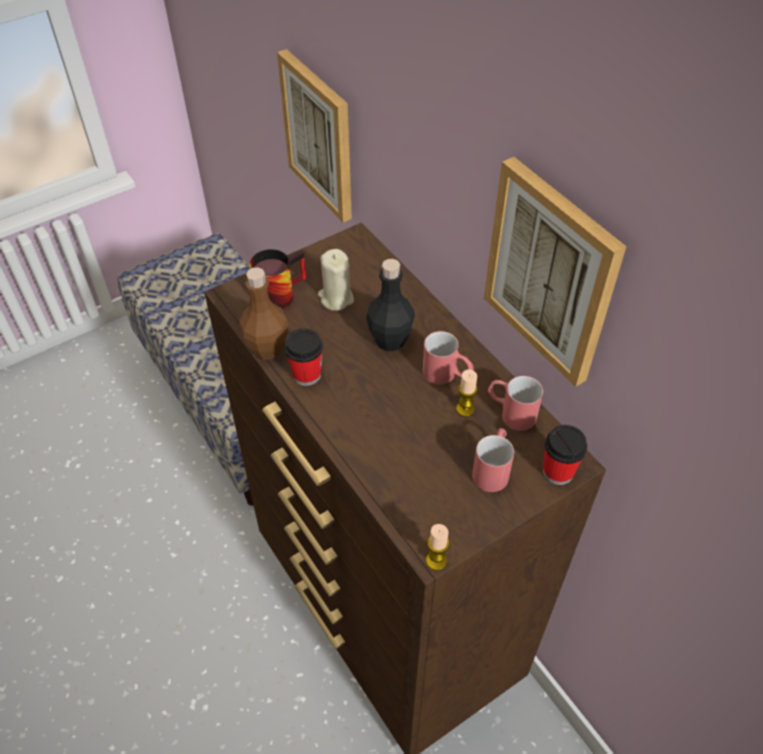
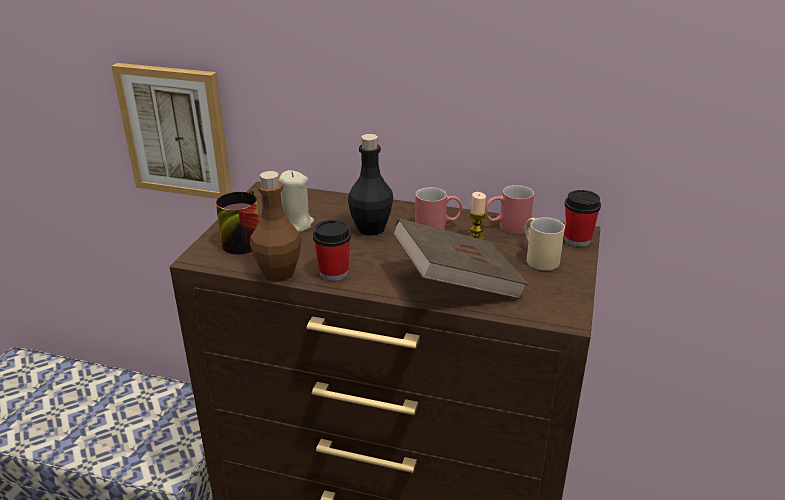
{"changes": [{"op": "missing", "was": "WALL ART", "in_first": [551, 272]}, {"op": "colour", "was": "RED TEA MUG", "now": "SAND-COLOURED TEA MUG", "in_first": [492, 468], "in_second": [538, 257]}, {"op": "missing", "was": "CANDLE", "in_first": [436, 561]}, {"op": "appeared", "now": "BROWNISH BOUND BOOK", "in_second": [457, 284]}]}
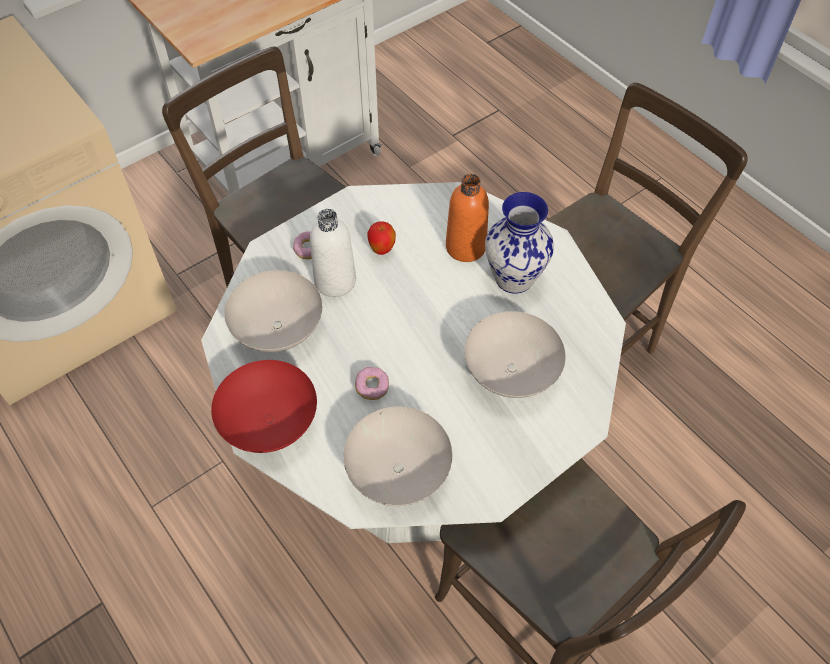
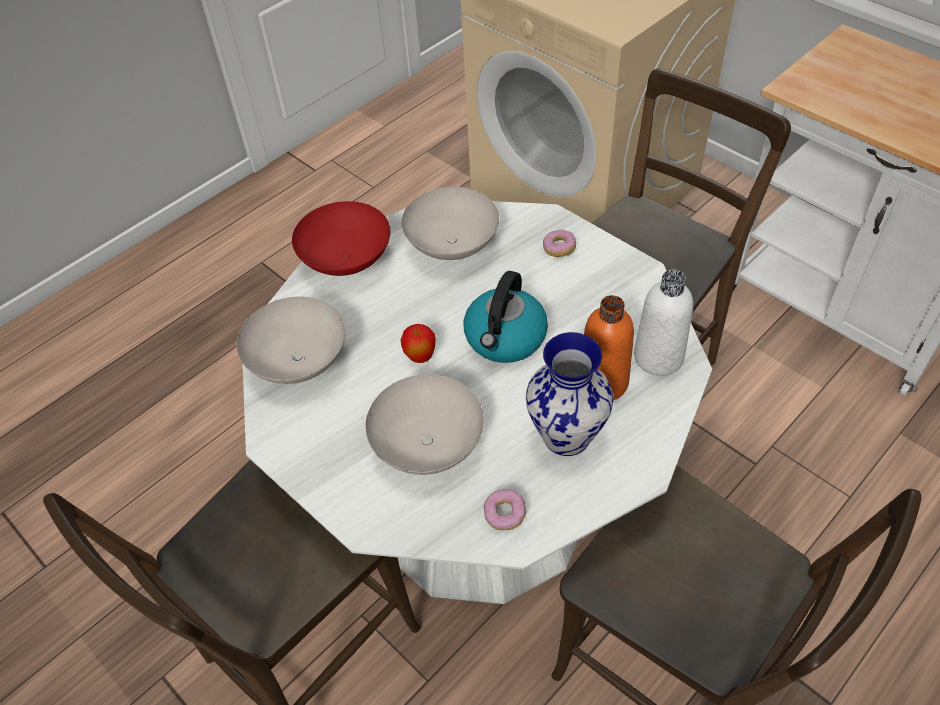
{"changes": [{"op": "relocated", "was": "WHITE BOTTLE", "in_first": [335, 281], "in_second": [658, 357]}, {"op": "relocated", "was": "APPLE FRUIT", "in_first": [382, 250], "in_second": [420, 357]}, {"op": "relocated", "was": "DONUT", "in_first": [372, 387], "in_second": [505, 514]}, {"op": "appeared", "now": "WATER KETTLE", "in_second": [505, 338]}]}
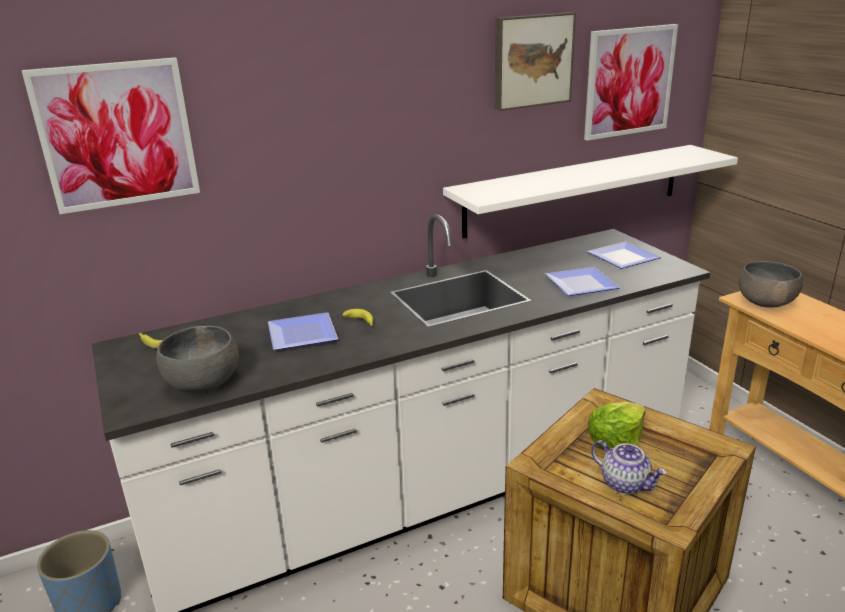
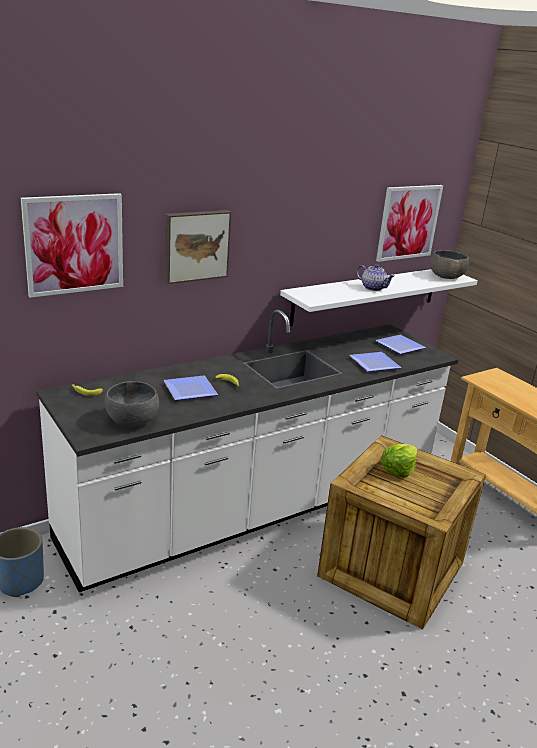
{"changes": [{"op": "relocated", "was": "WALL ART", "in_first": [531, 60], "in_second": [196, 245]}, {"op": "relocated", "was": "GRAY BOWL", "in_first": [765, 302], "in_second": [446, 276]}, {"op": "relocated", "was": "TEA POT", "in_first": [625, 483], "in_second": [373, 288]}]}
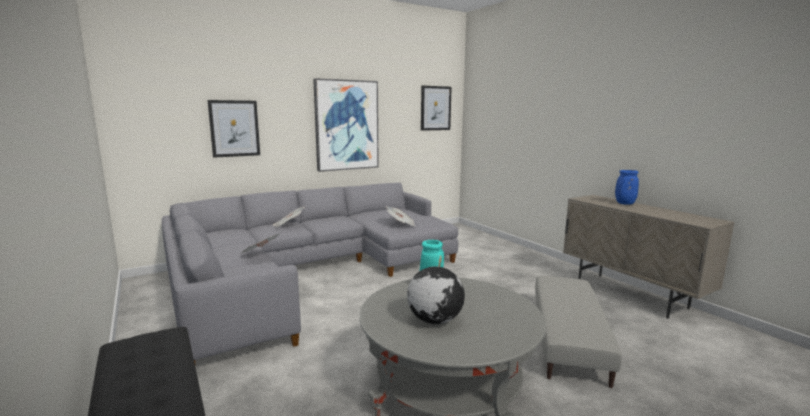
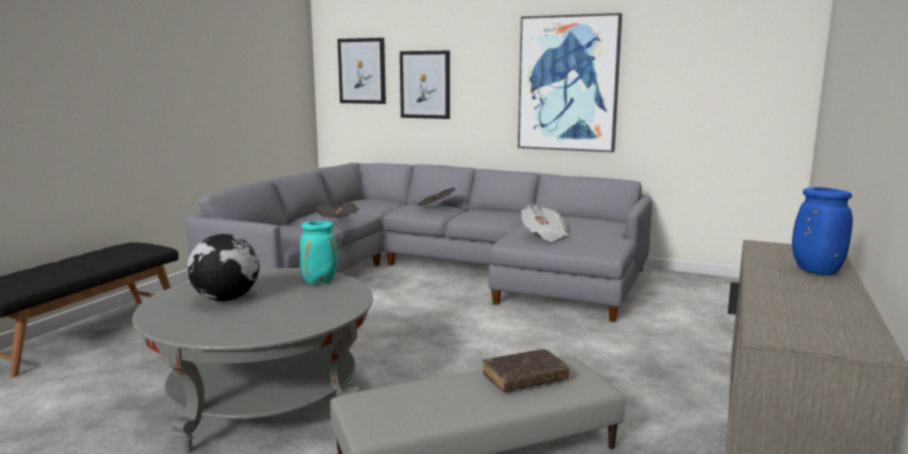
{"changes": [{"op": "relocated", "was": "WALL ART", "in_first": [435, 108], "in_second": [362, 71]}, {"op": "appeared", "now": "BROWNISH BOUND BOOK", "in_second": [524, 378]}]}
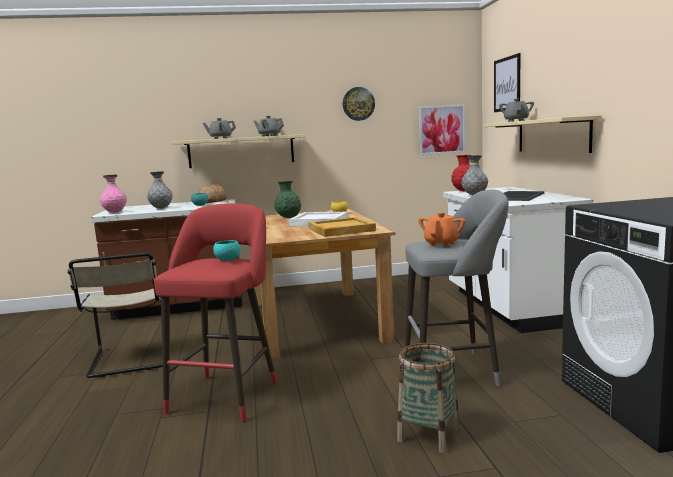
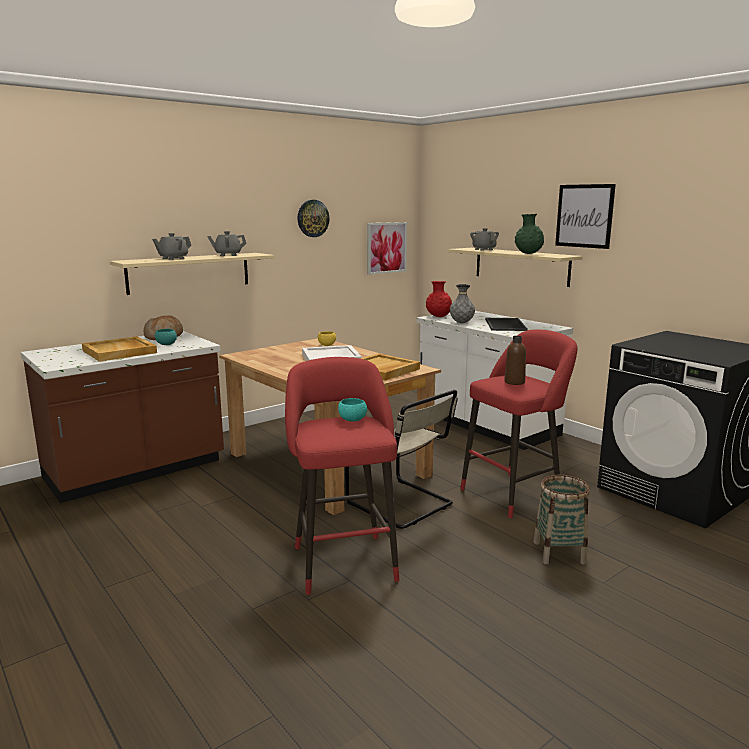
{"changes": [{"op": "relocated", "was": "WALL ART", "in_first": [507, 84], "in_second": [584, 216]}, {"op": "exchanged", "was": "GRAY VASE", "now": "SAND-COLOURED CARRYING TRAY", "in_first": [161, 208], "in_second": [120, 352]}, {"op": "missing", "was": "PINK VASE", "in_first": [115, 212]}, {"op": "relocated", "was": "GREEN VASE", "in_first": [288, 217], "in_second": [528, 254]}, {"op": "colour", "was": "GRAY STOOL", "now": "RED STOOL", "in_first": [456, 370], "in_second": [514, 493]}, {"op": "exchanged", "was": "ORANGE-COLOURED TEA POT", "now": "BROWNISH BOTTLE", "in_first": [442, 244], "in_second": [514, 382]}, {"op": "relocated", "was": "SAND-COLOURED UPRIGHT CHAIR", "in_first": [130, 360], "in_second": [403, 505]}]}
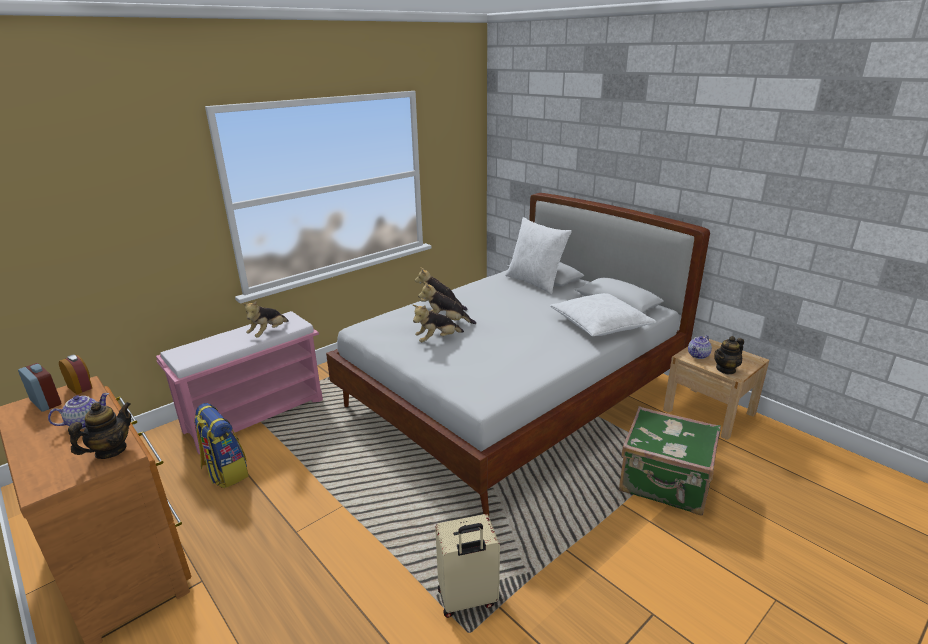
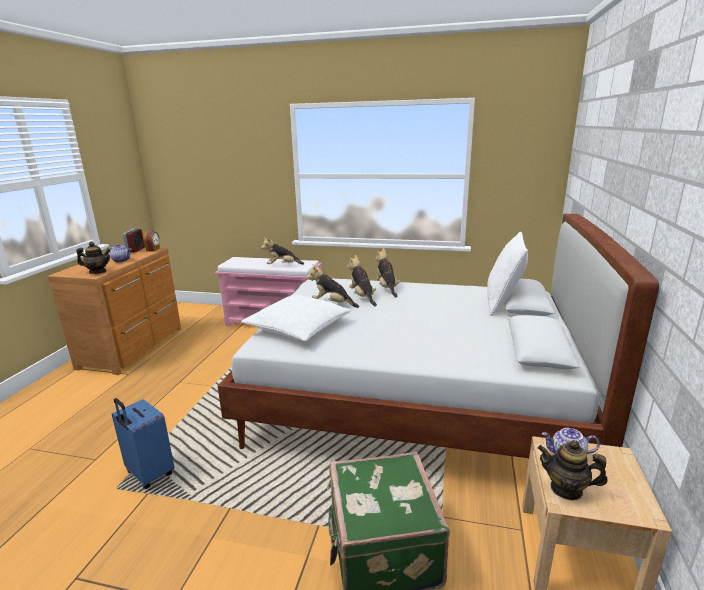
{"changes": [{"op": "relocated", "was": "WHITE THROW PILLOW", "in_first": [600, 324], "in_second": [298, 327]}, {"op": "missing", "was": "BACKPACK", "in_first": [225, 472]}, {"op": "colour", "was": "SAND-COLOURED SUITCASE", "now": "BLUE SUITCASE", "in_first": [467, 599], "in_second": [149, 474]}]}
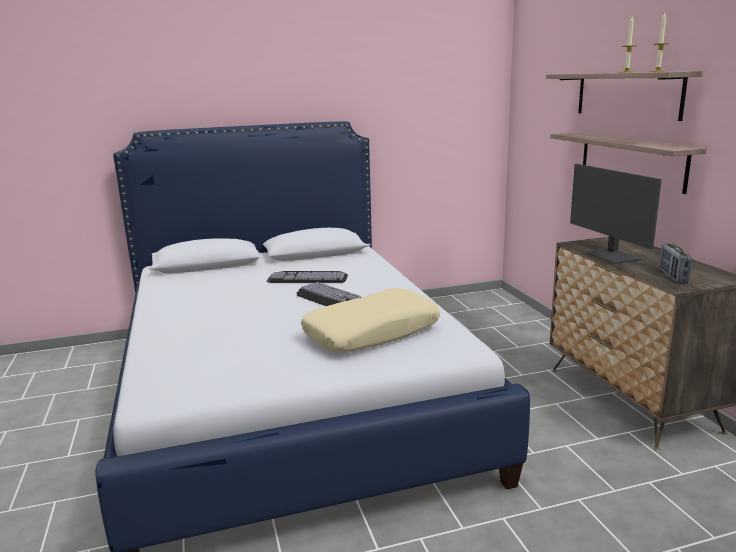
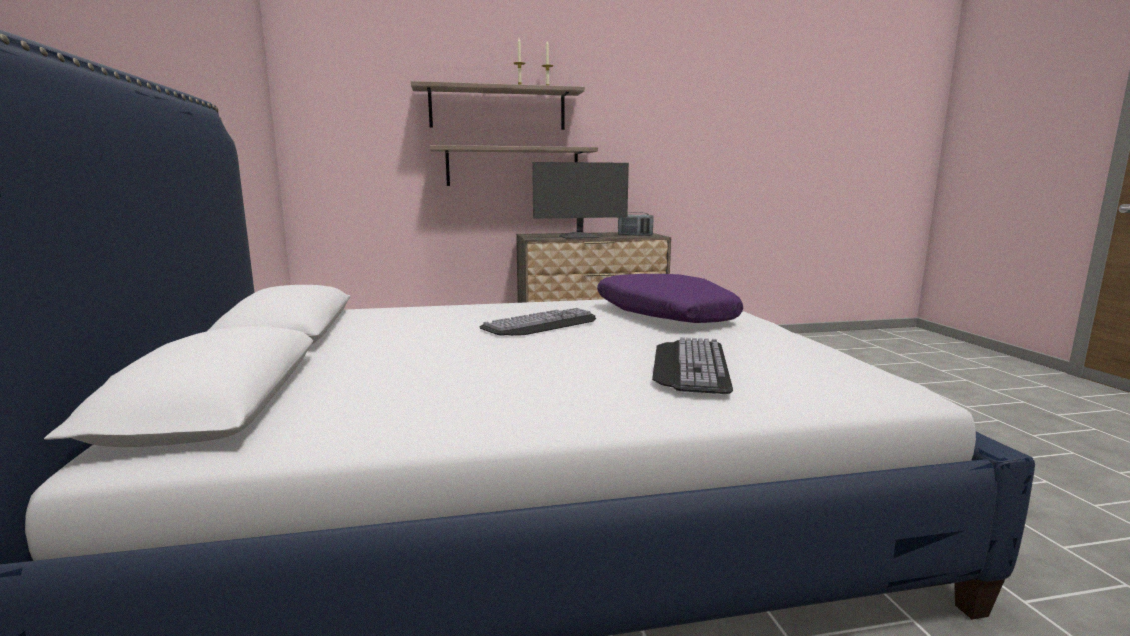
{"changes": [{"op": "relocated", "was": "COMPUTER KEYBOARD", "in_first": [309, 277], "in_second": [688, 364]}, {"op": "colour", "was": "SAND-COLOURED THROW PILLOW", "now": "PURPLE THROW PILLOW", "in_first": [372, 333], "in_second": [663, 315]}]}
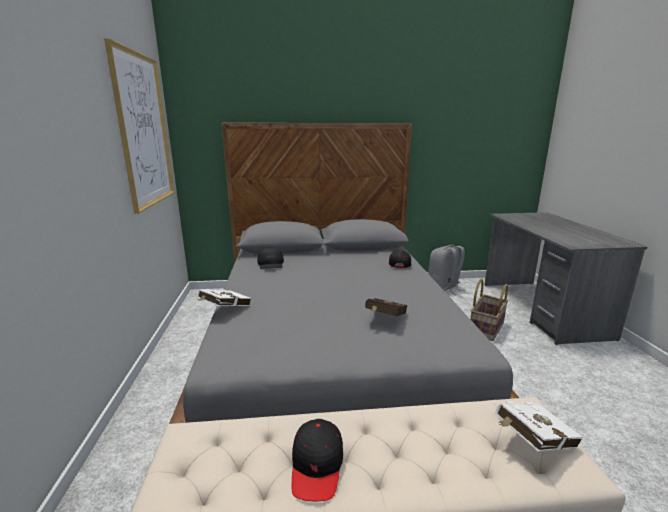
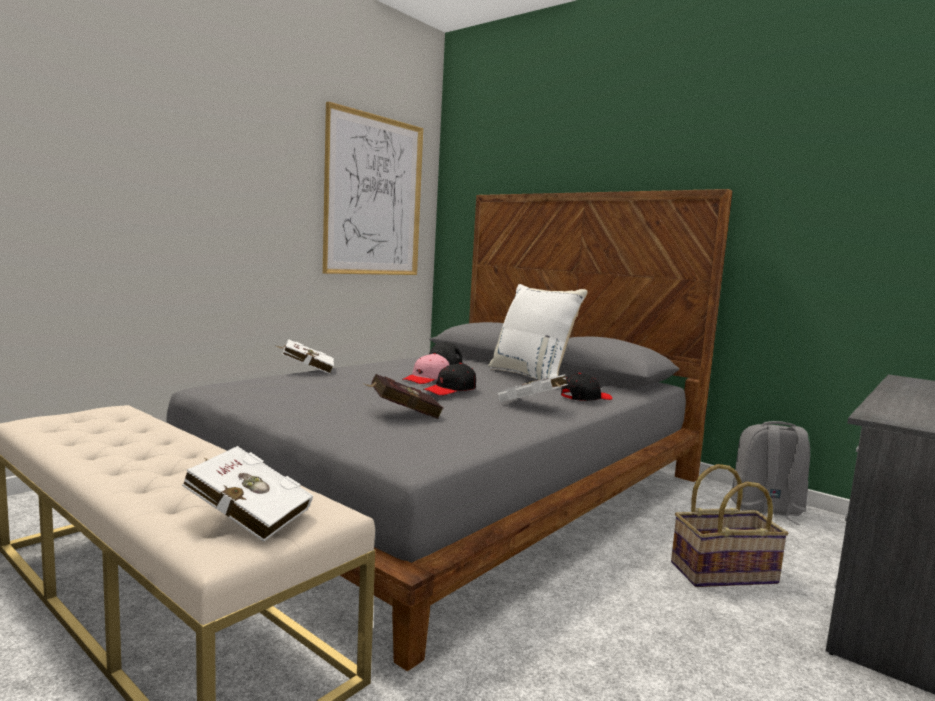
{"changes": [{"op": "relocated", "was": "BLACK CAP", "in_first": [317, 466], "in_second": [450, 390]}, {"op": "appeared", "now": "WHITE THROW PILLOW", "in_second": [532, 377]}, {"op": "appeared", "now": "PINK CAP", "in_second": [426, 379]}, {"op": "appeared", "now": "WHITE BOUND BOOK", "in_second": [534, 405]}]}
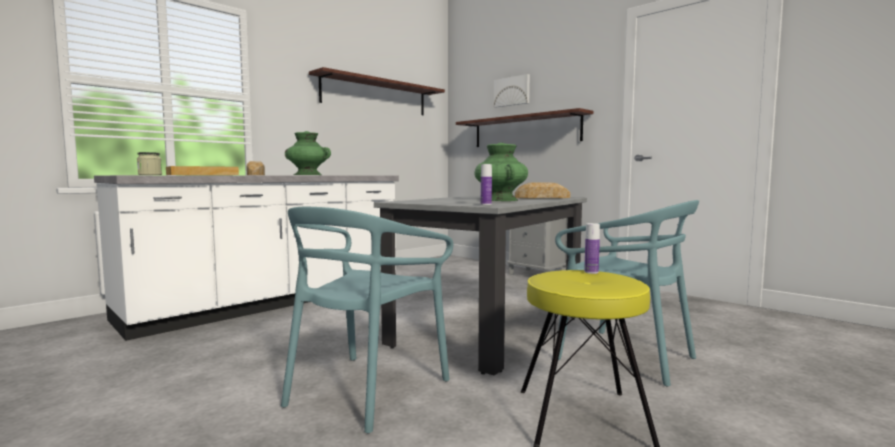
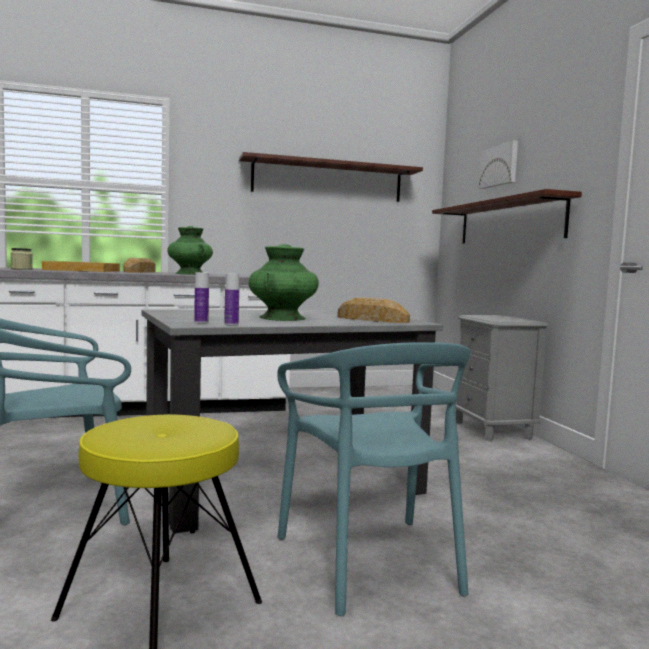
{"changes": [{"op": "relocated", "was": "BOTTLE", "in_first": [591, 272], "in_second": [231, 324]}]}
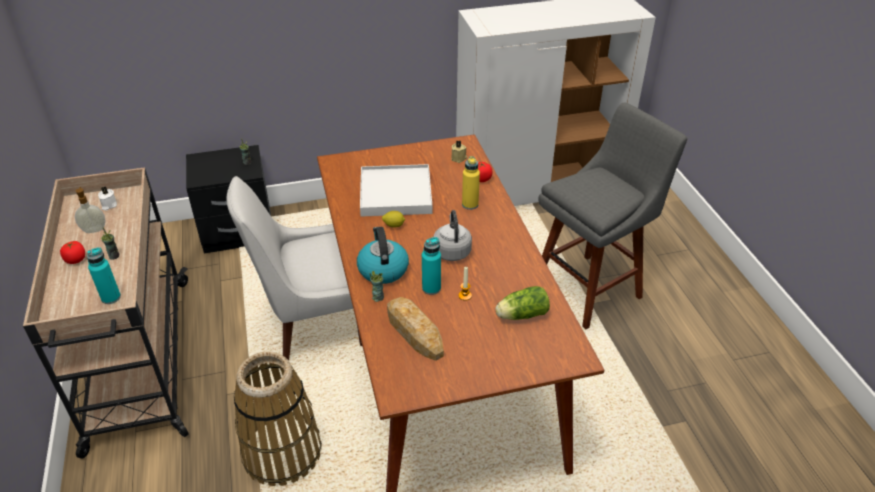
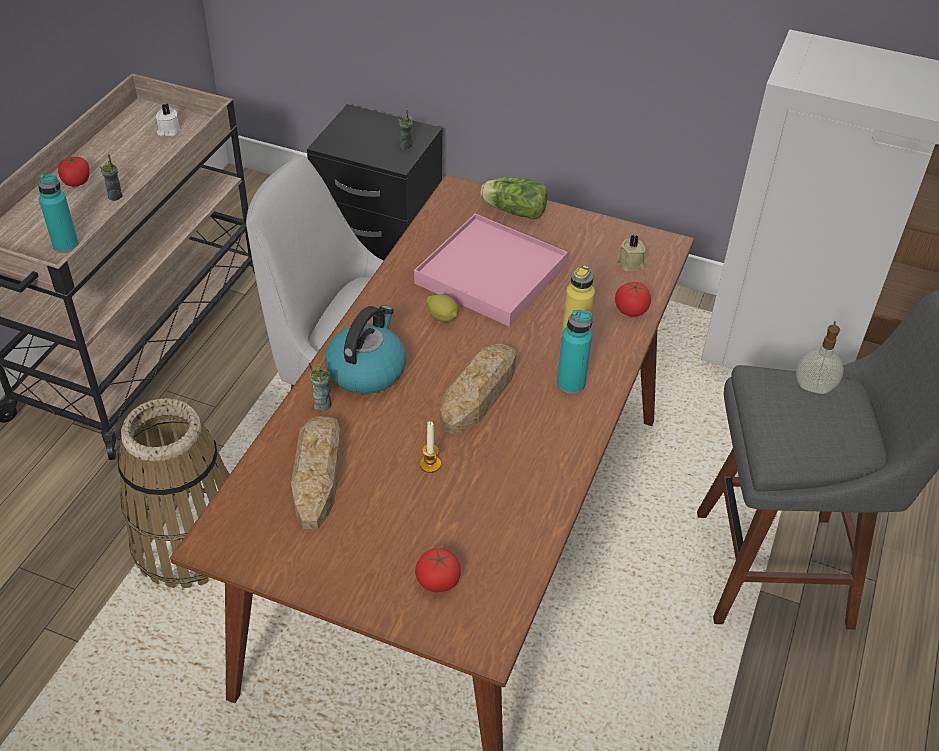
{"changes": [{"op": "colour", "was": "WHITE CARRYING TRAY", "now": "PINK CARRYING TRAY", "in_first": [395, 194], "in_second": [490, 274]}, {"op": "relocated", "was": "SOAP BOTTLE", "in_first": [94, 229], "in_second": [813, 386]}, {"op": "exchanged", "was": "GRAY WATER KETTLE", "now": "BAKERY BREAD", "in_first": [452, 251], "in_second": [480, 392]}, {"op": "relocated", "was": "TURQUOISE BOTTLE", "in_first": [431, 288], "in_second": [571, 384]}, {"op": "relocated", "was": "HEAD OF LETTUCE", "in_first": [520, 315], "in_second": [512, 210]}, {"op": "appeared", "now": "WHOLE TOMATO", "in_second": [437, 581]}]}
